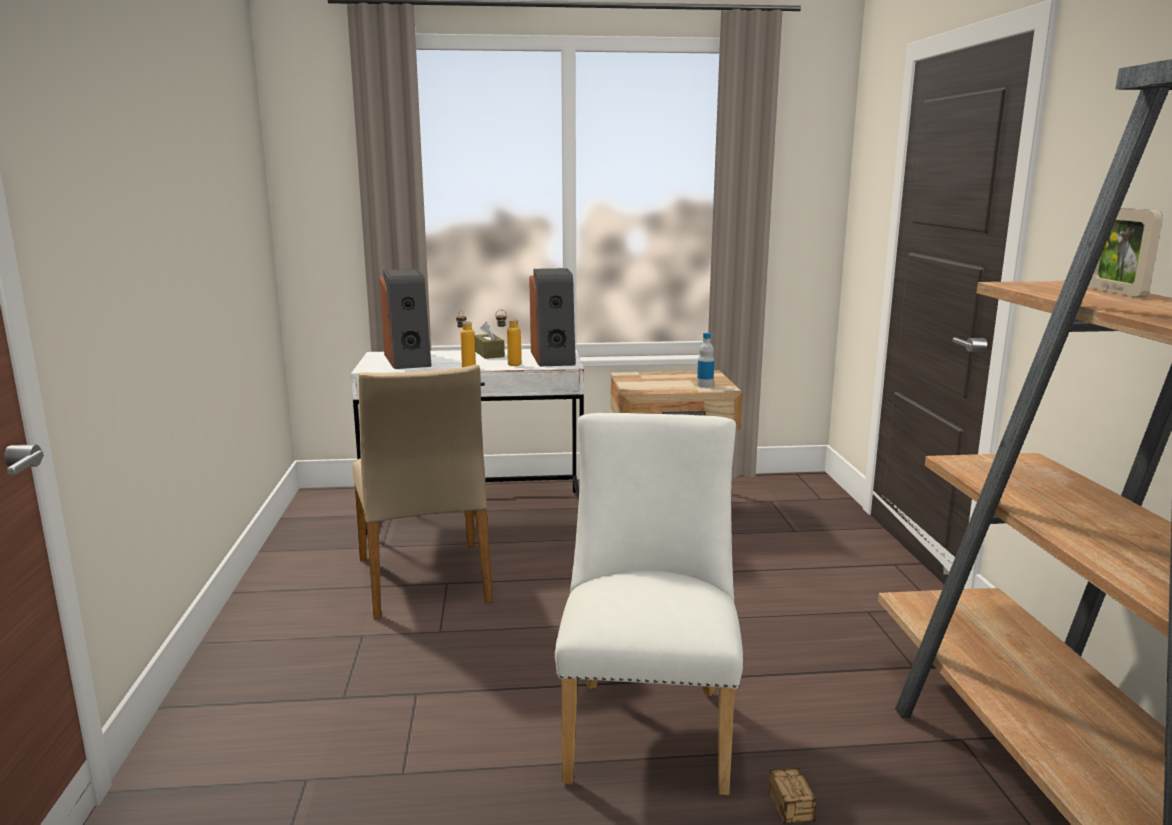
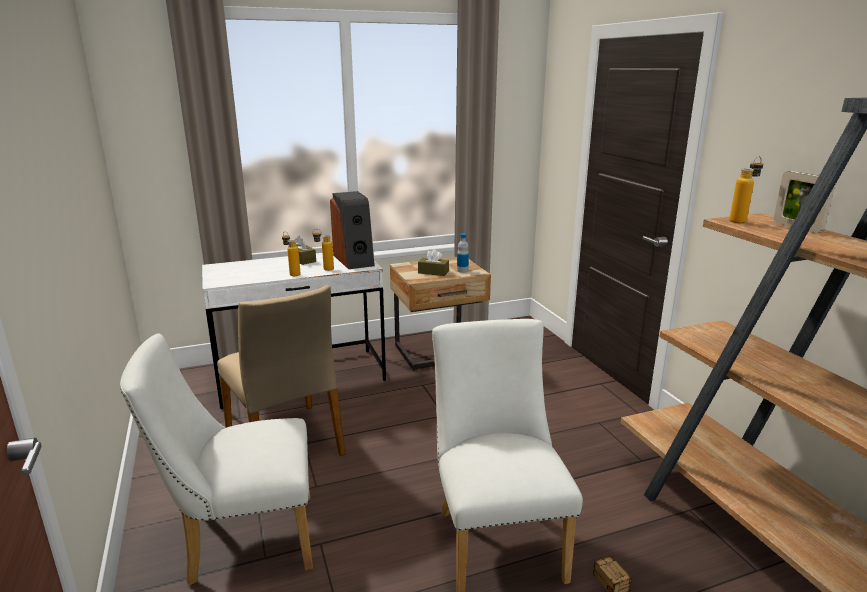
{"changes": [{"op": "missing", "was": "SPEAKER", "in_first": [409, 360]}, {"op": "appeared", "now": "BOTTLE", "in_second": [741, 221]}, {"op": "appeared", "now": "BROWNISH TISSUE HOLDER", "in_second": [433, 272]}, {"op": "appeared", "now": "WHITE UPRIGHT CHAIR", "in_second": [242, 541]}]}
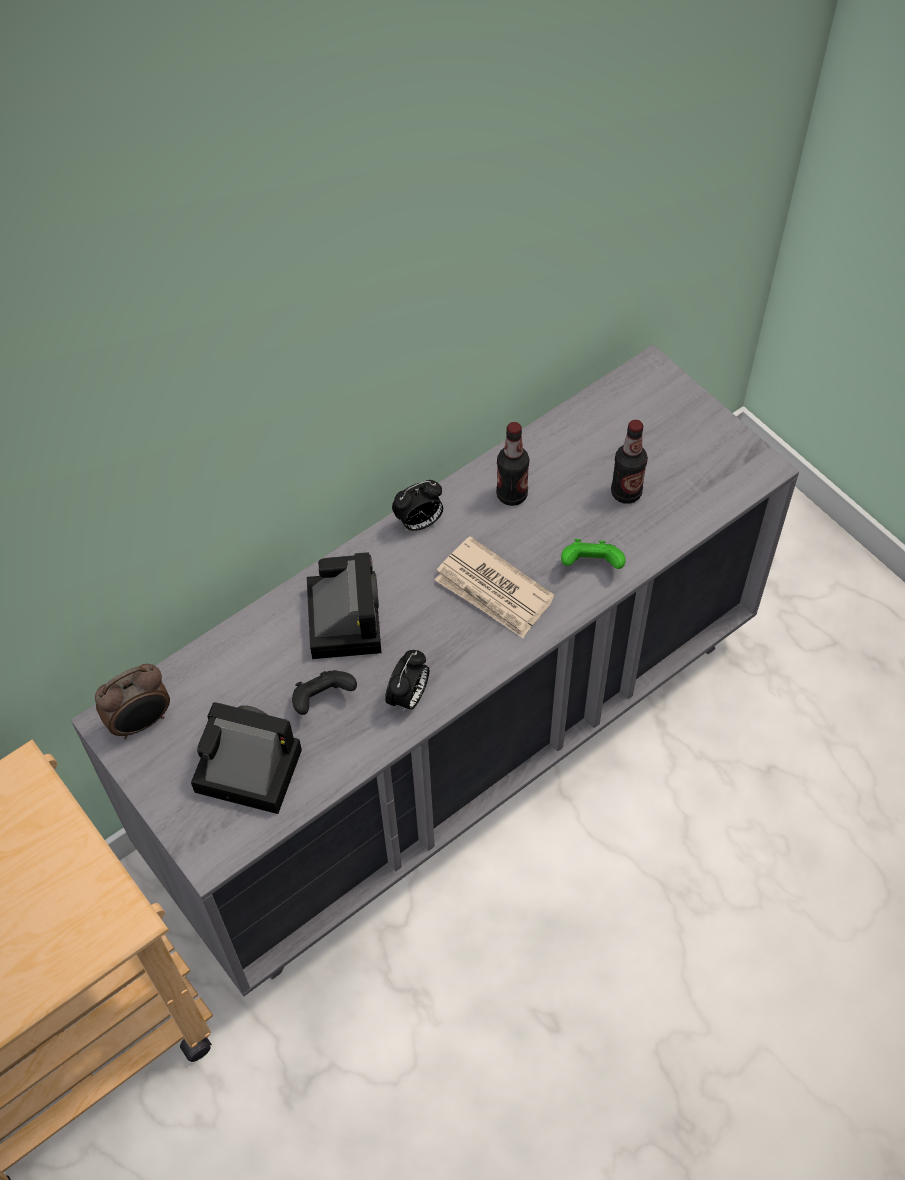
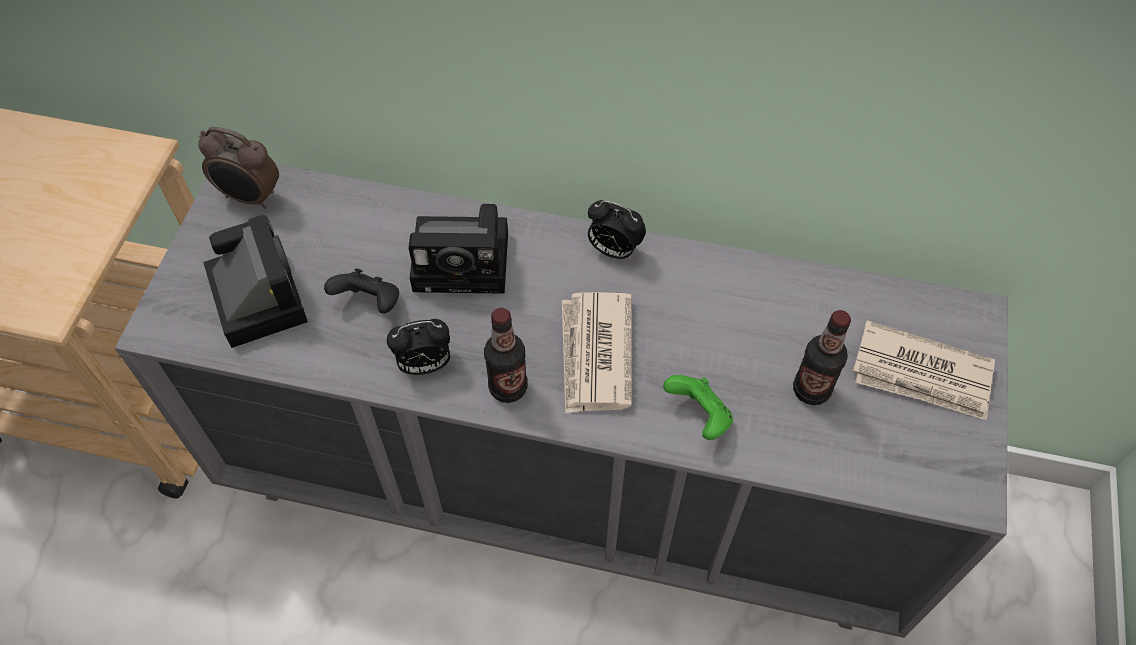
{"changes": [{"op": "relocated", "was": "BOTTLE", "in_first": [512, 495], "in_second": [508, 387]}, {"op": "spun", "was": "PHOTO CAMERA", "in_first": [343, 616], "in_second": [466, 261], "clockwise": 45}, {"op": "appeared", "now": "NEWSPAPER", "in_second": [922, 375]}]}
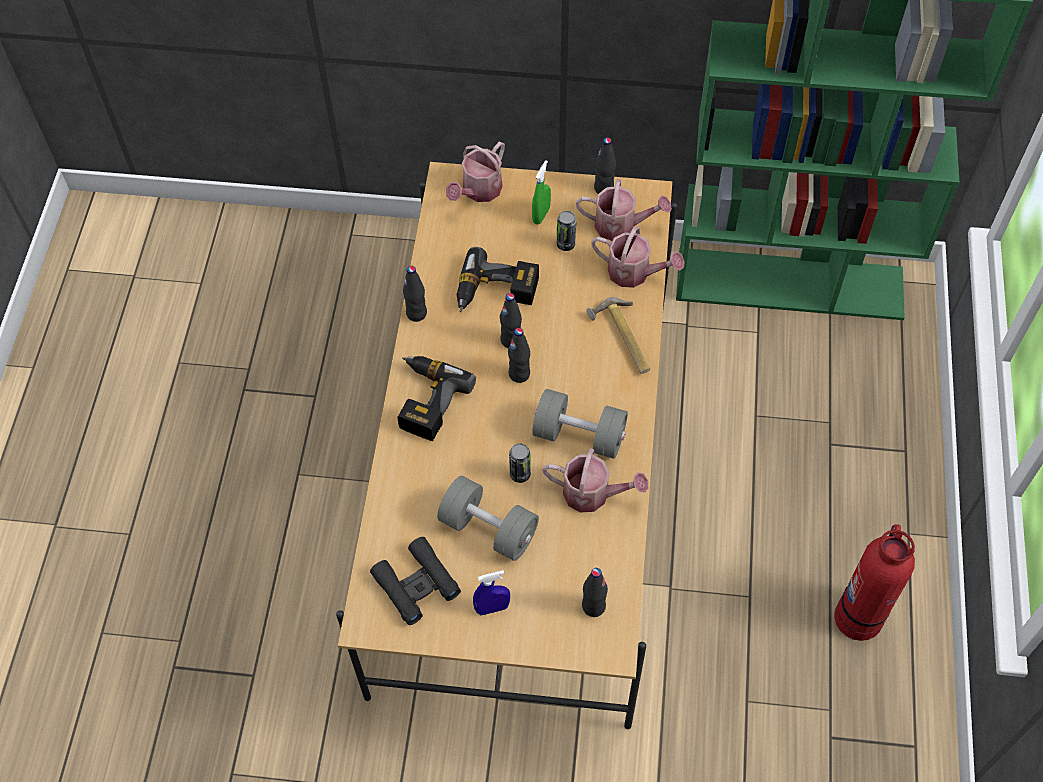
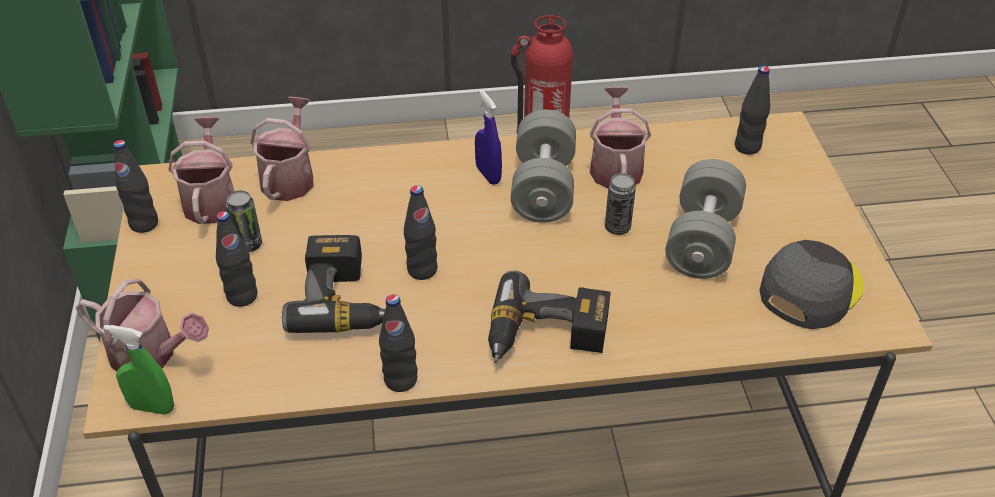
{"changes": [{"op": "relocated", "was": "GREEN HAND SPRAYER", "in_first": [541, 215], "in_second": [152, 407]}, {"op": "missing", "was": "HAND HAMMER", "in_first": [622, 339]}, {"op": "relocated", "was": "BLACK BOTTLE", "in_first": [519, 374], "in_second": [242, 296]}, {"op": "exchanged", "was": "BLACK BINOCULARS", "now": "GRAY CAP", "in_first": [416, 584], "in_second": [810, 289]}, {"op": "relocated", "was": "BLUE HAND SPRAYER", "in_first": [492, 608], "in_second": [488, 175]}]}
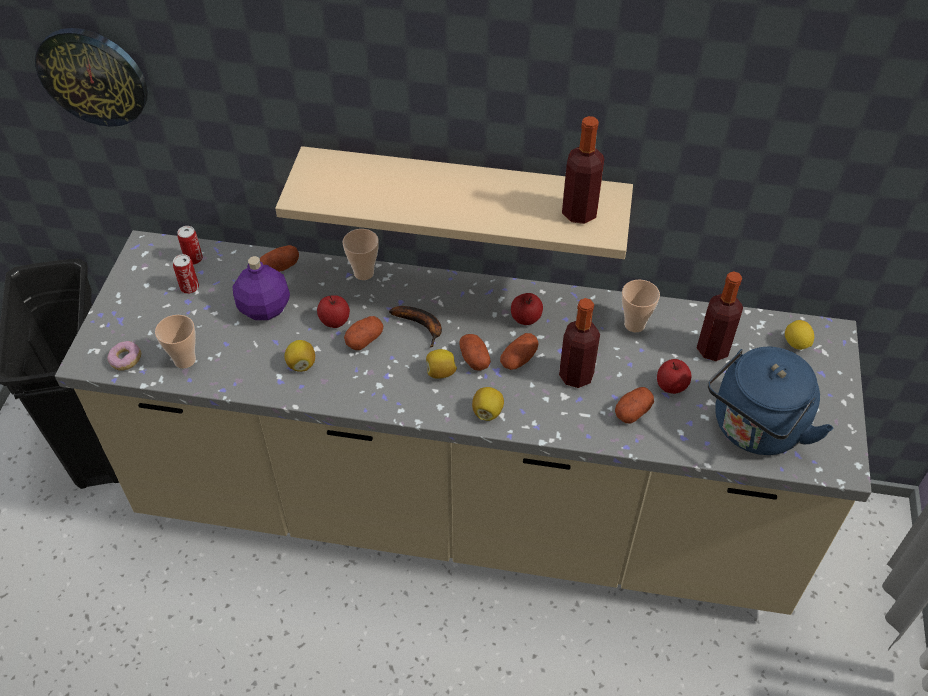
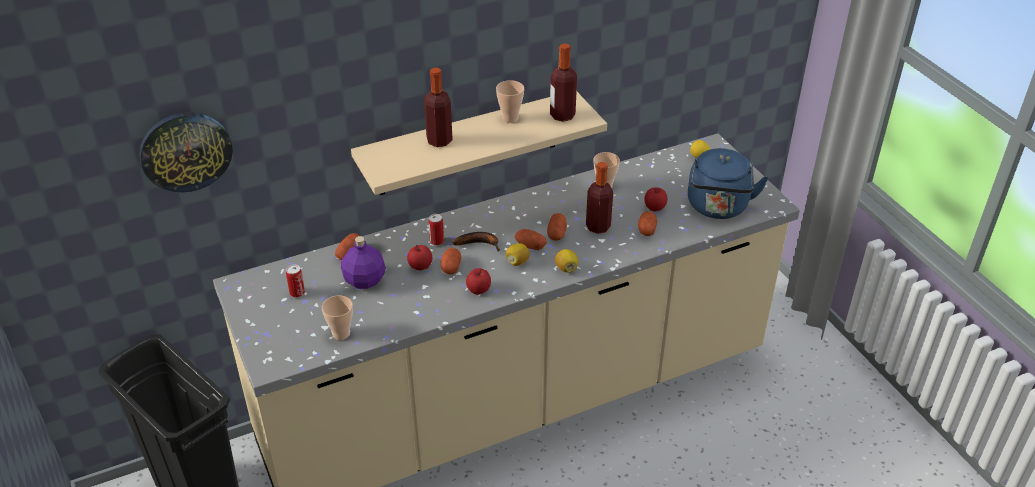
{"changes": [{"op": "relocated", "was": "SEALED CAN", "in_first": [193, 259], "in_second": [436, 241]}, {"op": "relocated", "was": "DRINKING CUP", "in_first": [364, 273], "in_second": [510, 118]}, {"op": "relocated", "was": "BOTTLE", "in_first": [713, 349], "in_second": [439, 140]}, {"op": "relocated", "was": "APPLE FRUIT", "in_first": [526, 318], "in_second": [478, 289]}, {"op": "missing", "was": "LEMON", "in_first": [301, 364]}, {"op": "missing", "was": "DONUT", "in_first": [126, 360]}]}
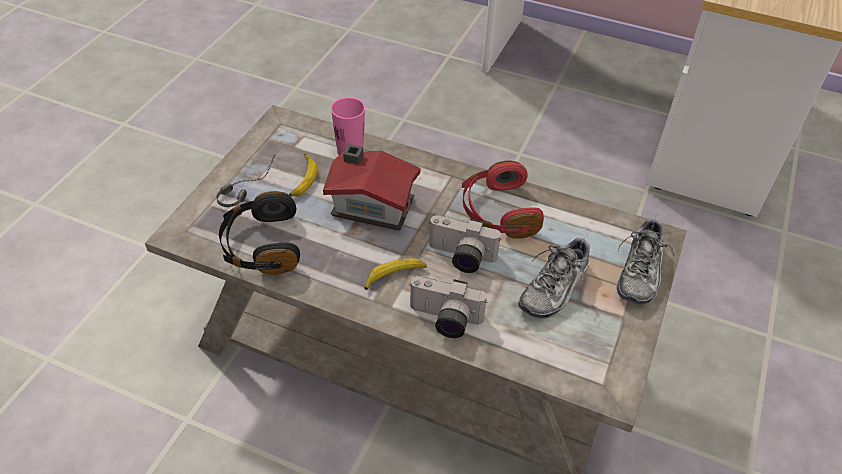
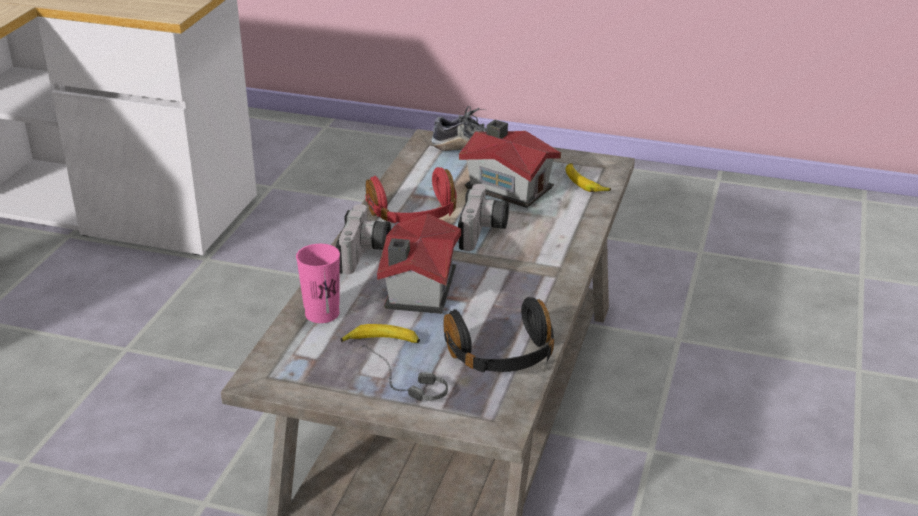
{"changes": [{"op": "exchanged", "was": "ITEM OF FOOTWEAR", "now": "TOY HOUSE", "in_first": [554, 288], "in_second": [508, 186]}, {"op": "relocated", "was": "BANANA FRUIT", "in_first": [394, 276], "in_second": [585, 183]}, {"op": "relocated", "was": "PHOTO CAMERA", "in_first": [444, 320], "in_second": [366, 255]}]}
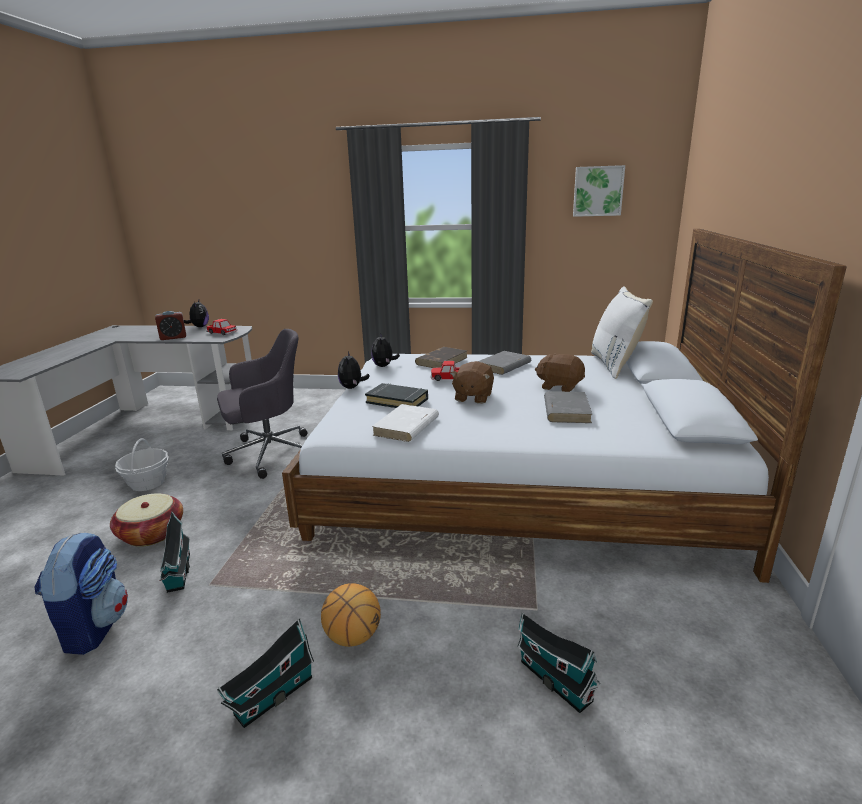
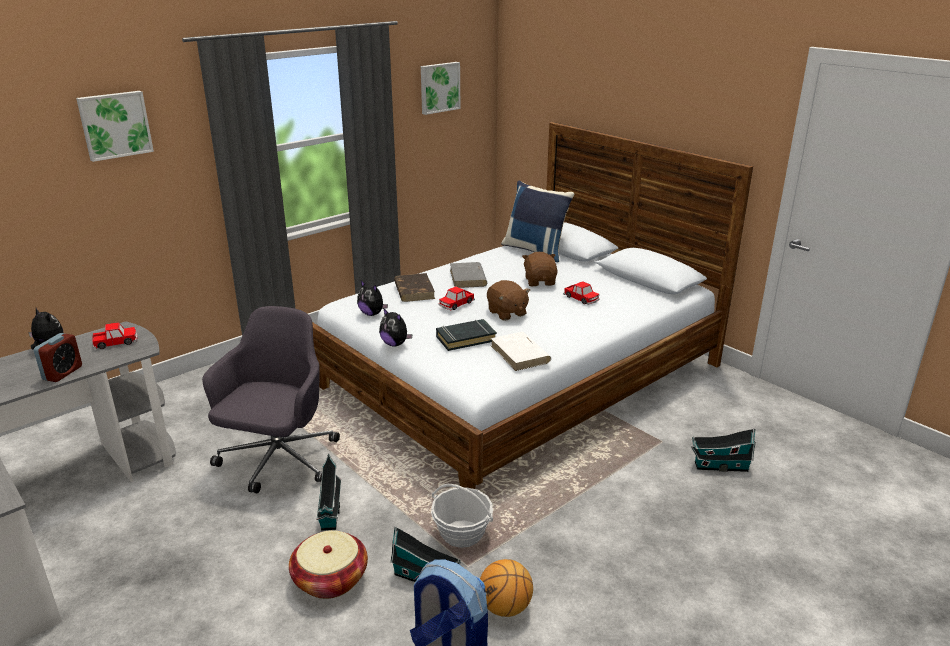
{"changes": [{"op": "colour", "was": "WHITE THROW PILLOW", "now": "BLUE THROW PILLOW", "in_first": [616, 365], "in_second": [536, 250]}, {"op": "spun", "was": "BROWNISH PLUSH TOY", "in_first": [560, 386], "in_second": [540, 281], "clockwise": 105}, {"op": "exchanged", "was": "GRAY BOUND BOOK", "now": "MINIATURE CAR", "in_first": [566, 410], "in_second": [581, 298]}, {"op": "relocated", "was": "BASKET", "in_first": [147, 483], "in_second": [462, 534]}, {"op": "relocated", "was": "BASKETBALL", "in_first": [353, 637], "in_second": [505, 607]}, {"op": "relocated", "was": "TOY HOUSE", "in_first": [271, 698], "in_second": [330, 512]}, {"op": "appeared", "now": "WALL ART", "in_second": [115, 125]}]}
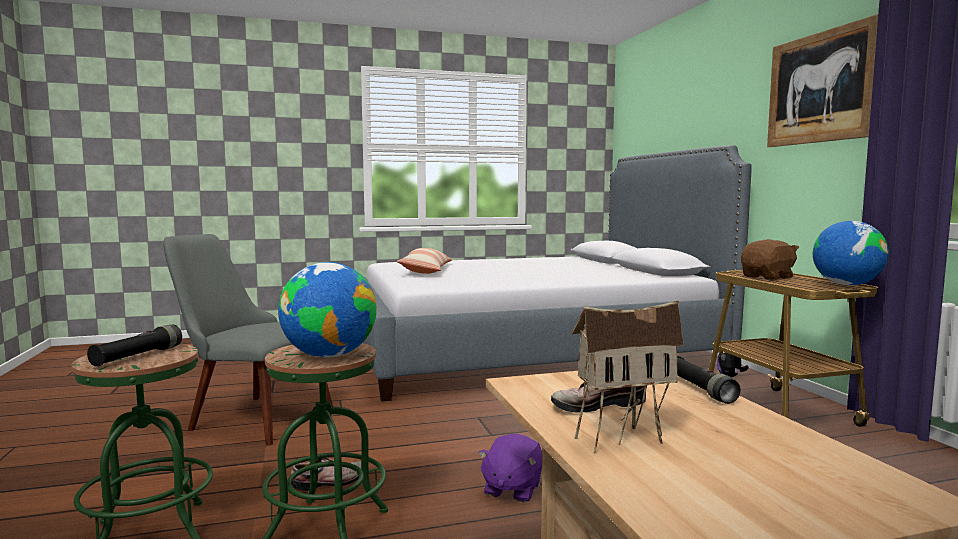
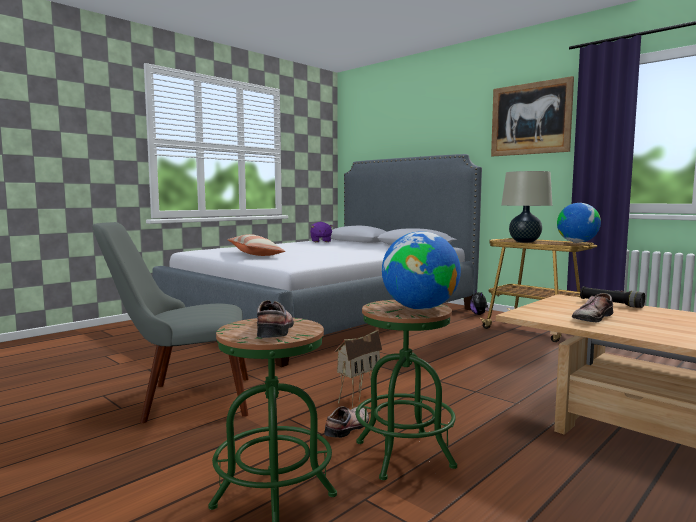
{"changes": [{"op": "exchanged", "was": "BROWNISH PLUSH TOY", "now": "SAND-COLOURED TABLE LAMP", "in_first": [768, 277], "in_second": [524, 241]}, {"op": "relocated", "was": "TOY HOUSE", "in_first": [621, 437], "in_second": [357, 398]}, {"op": "exchanged", "was": "BLACK TORCH", "now": "ITEM OF FOOTWEAR", "in_first": [138, 357], "in_second": [276, 329]}, {"op": "relocated", "was": "PURPLE PLUSH TOY", "in_first": [511, 489], "in_second": [320, 241]}]}
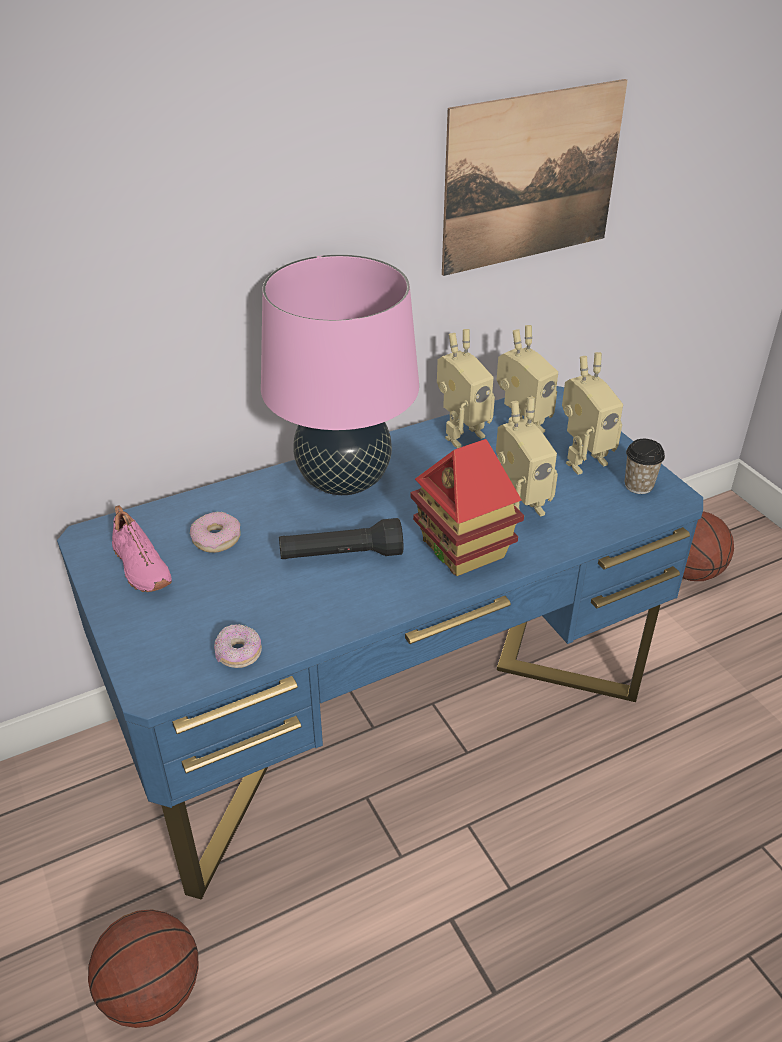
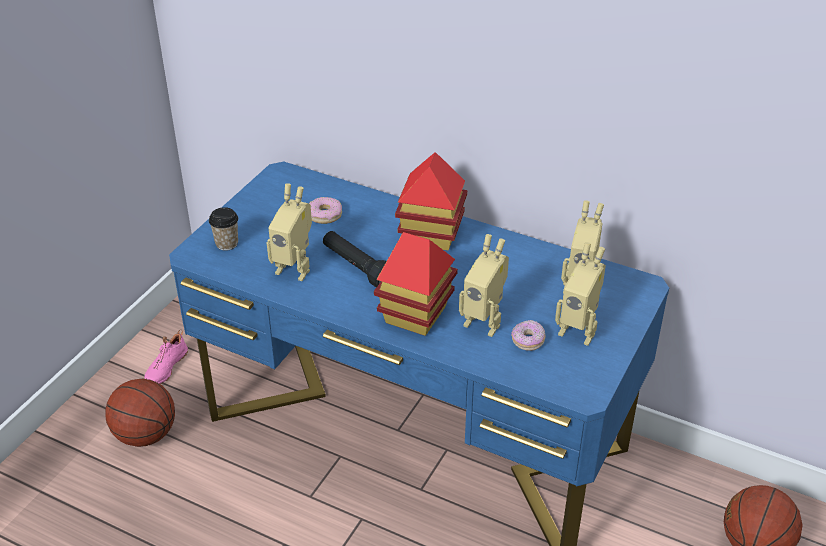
{"changes": [{"op": "missing", "was": "WALL ART", "in_first": [531, 178]}, {"op": "exchanged", "was": "PINK TABLE LAMP", "now": "TOY HOUSE", "in_first": [344, 480], "in_second": [430, 235]}, {"op": "relocated", "was": "MODEL ROBOT", "in_first": [460, 434], "in_second": [295, 268]}, {"op": "relocated", "was": "DRINKING CUP", "in_first": [638, 485], "in_second": [227, 244]}, {"op": "relocated", "was": "PINK ITEM OF FOOTWEAR", "in_first": [139, 567], "in_second": [165, 367]}, {"op": "relocated", "was": "DONUT", "in_first": [238, 654], "in_second": [527, 341]}]}
